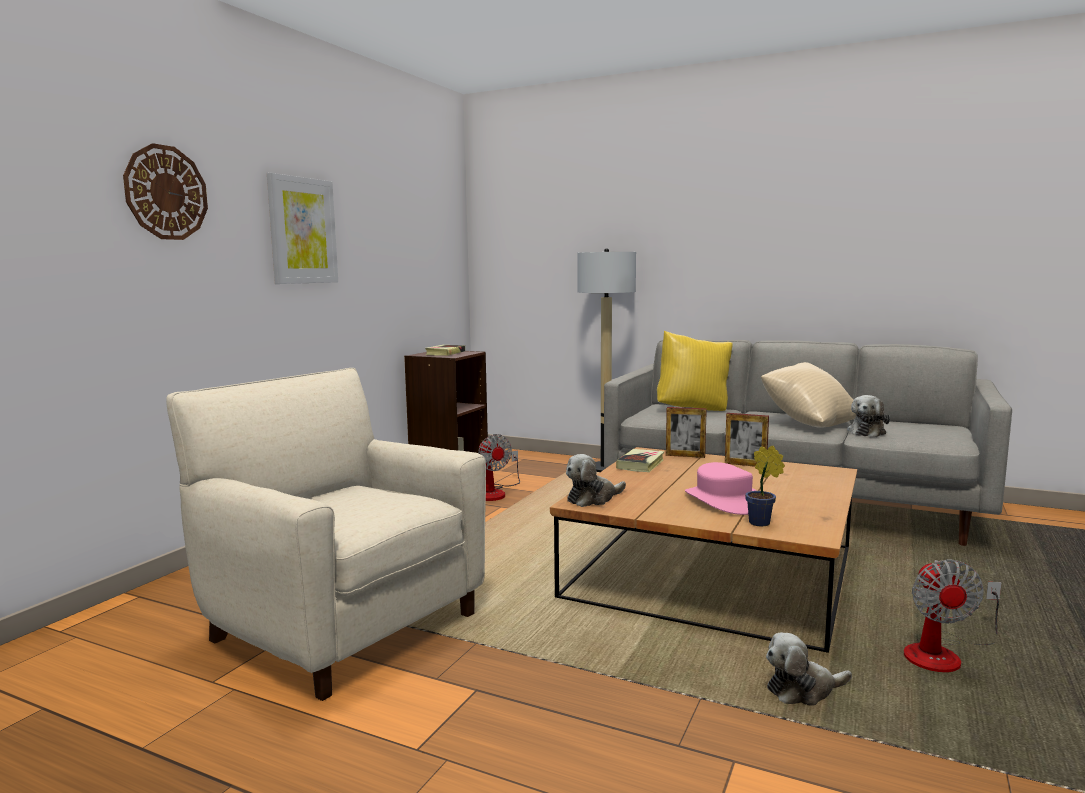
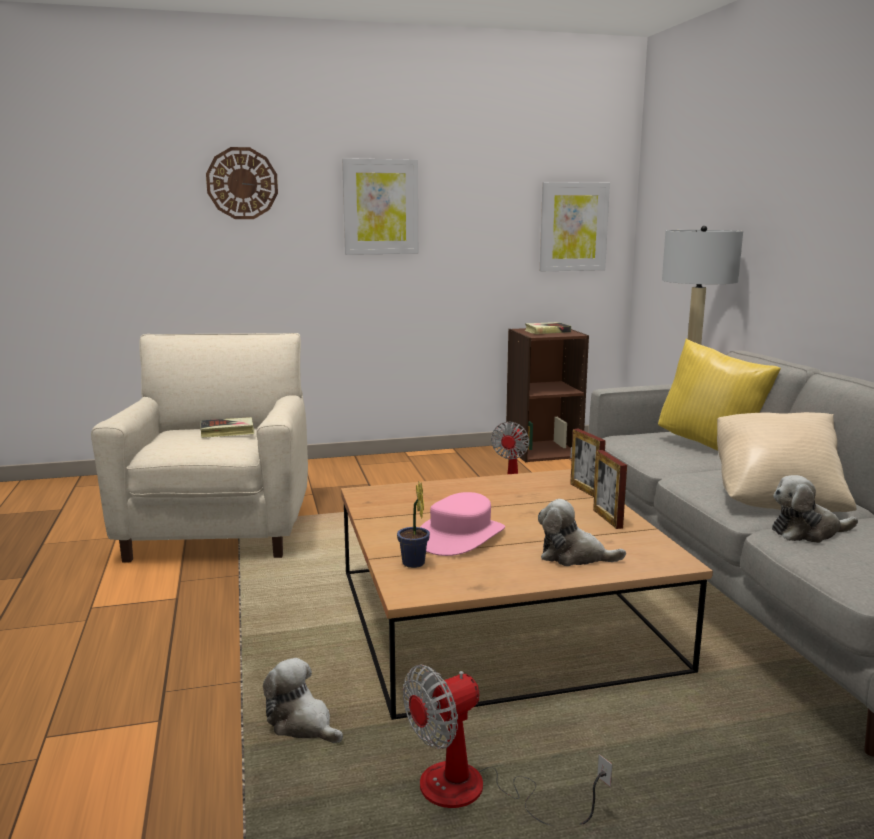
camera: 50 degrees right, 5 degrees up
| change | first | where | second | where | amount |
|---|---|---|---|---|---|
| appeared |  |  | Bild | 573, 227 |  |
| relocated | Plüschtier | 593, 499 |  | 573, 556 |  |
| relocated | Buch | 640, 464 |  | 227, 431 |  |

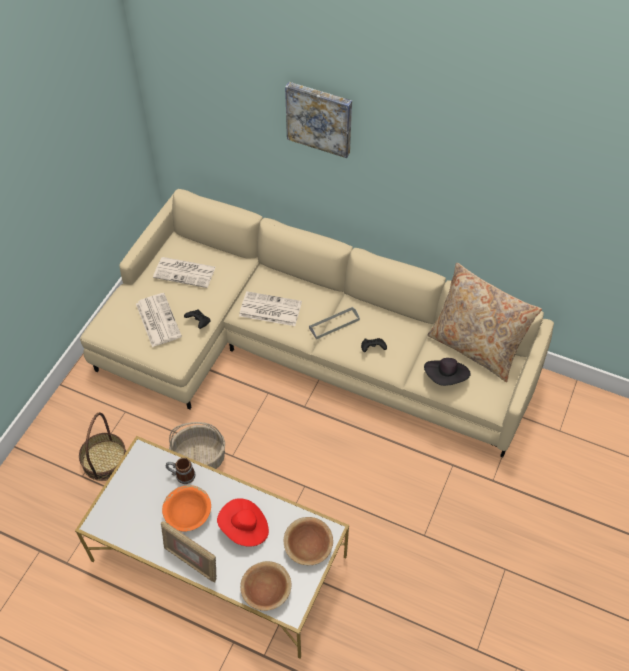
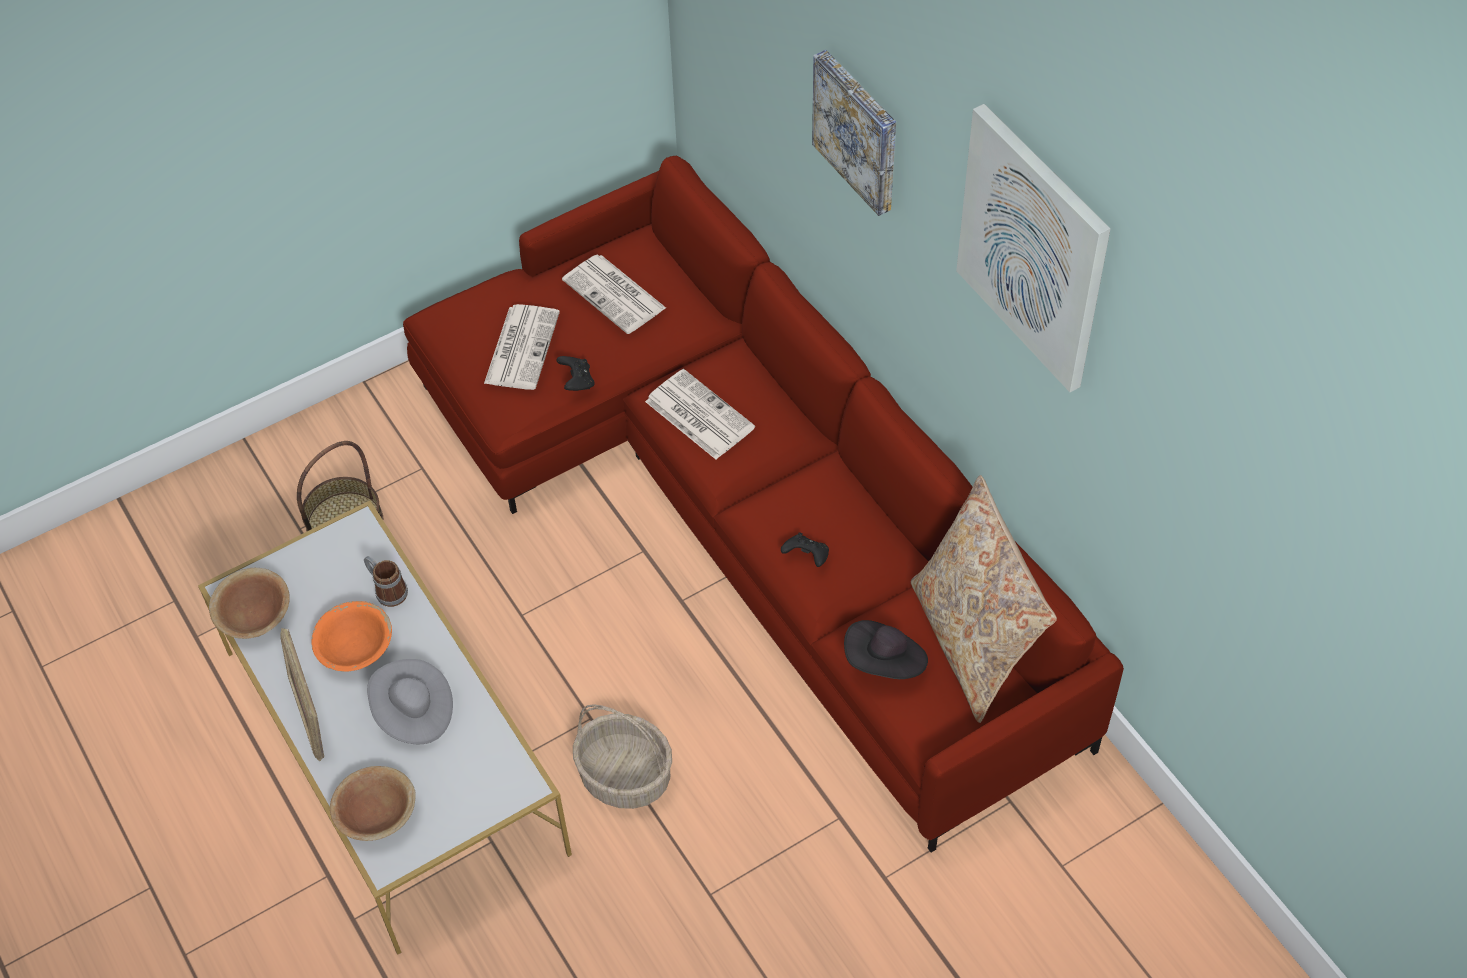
camera: 35 degrees right, 0 degrees up
| change | first | where | second | where | amount |
|---|---|---|---|---|---|
| missing | Tablett/grau | 334, 324 |  |  |  |
| appeared |  |  | Bild | 1033, 248 |  |
| relocated | Korb | 199, 459 |  | 624, 776 |  |
| relocated | Schüssel/braun | 308, 546 |  | 254, 615 |  |
| colour | Sofa/beige | 303, 349 | Sofa/rot | 748, 512 |  |
| colour | Hut/rot | 245, 529 | Hut/grau | 413, 713 |  |

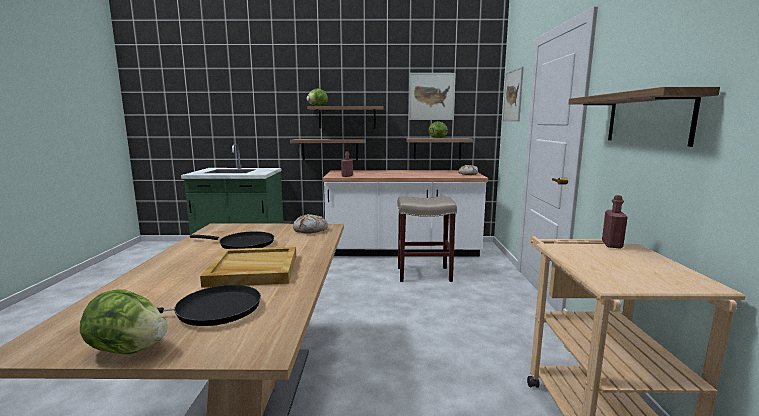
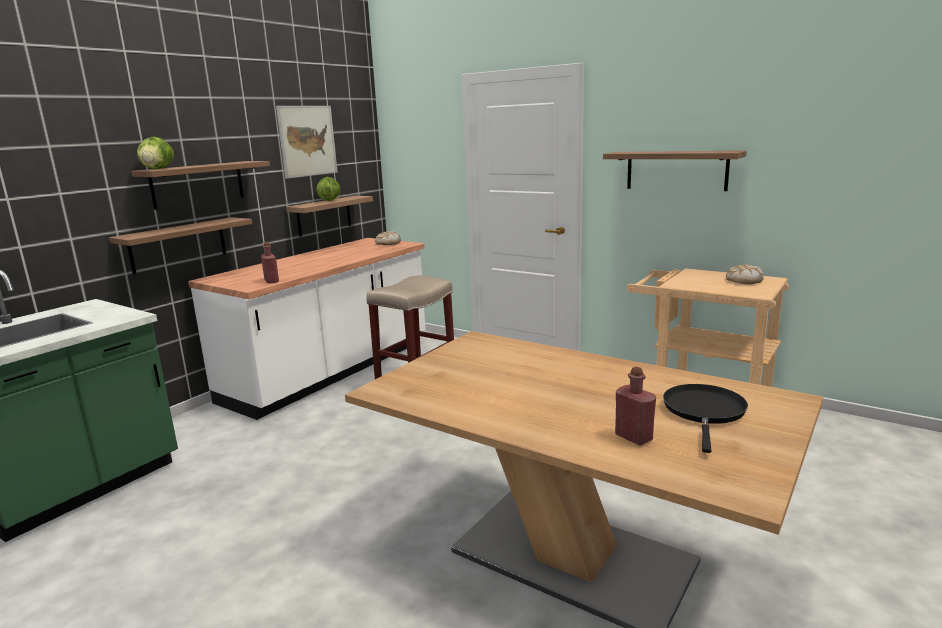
camera: 55 degrees left, 5 degrees up
| change | first | where | second | where | amount |
|---|---|---|---|---|---|
| missing | Salatkopf | 128, 349 |  |  |  |
| missing | Pfanne/schwarz | 243, 244 |  |  |  |
| missing | Tablett/beige | 252, 270 |  |  |  |
| missing | Bild | 513, 96 |  |  |  |
| relocated | Brot | 310, 230 |  | 744, 281 |  |
| relocated | Flasche/rot | 612, 245 |  | 633, 437 |  |

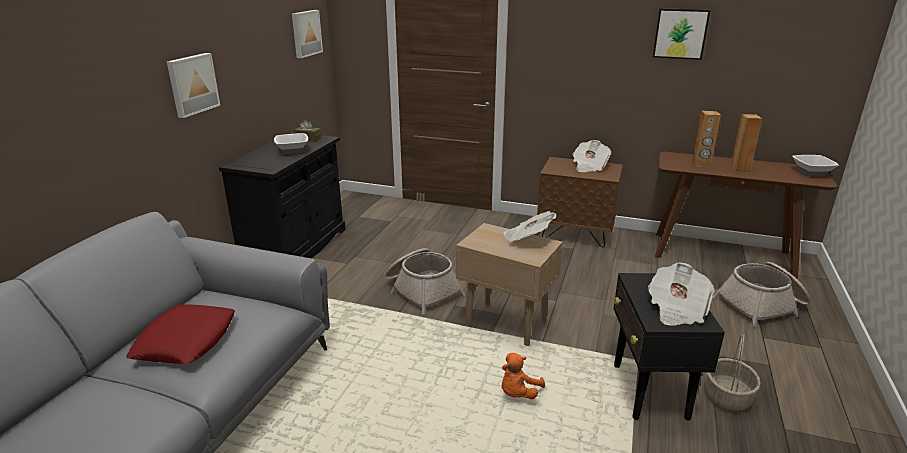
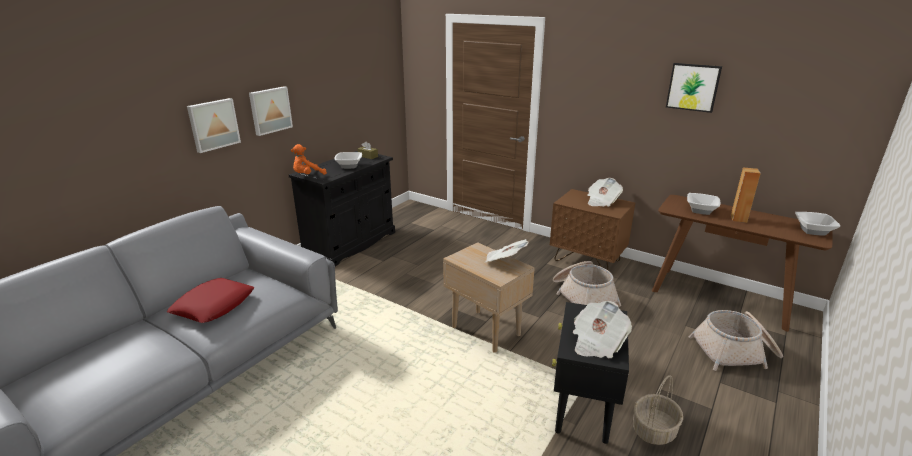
camera: 15 degrees right, 0 degrees up
| change | first | where | second | where | amount |
|---|---|---|---|---|---|
| relocated | Bild | 305, 33 |  | 213, 124 |  |
| relocated | Korb | 422, 290 |  | 582, 296 |  |
| relocated | Plüschtier/orange | 518, 393 |  | 308, 175 |  |
| exchanged | Lautsprecher/braun | 700, 164 | Schüssel | 701, 210 |  |

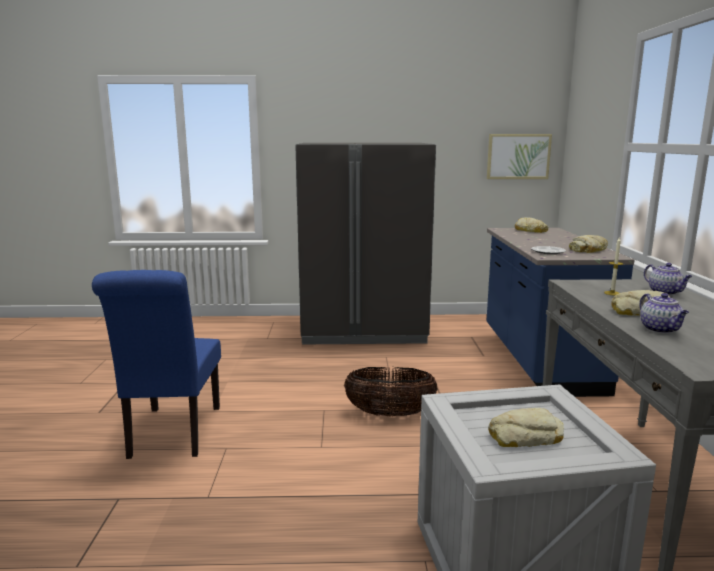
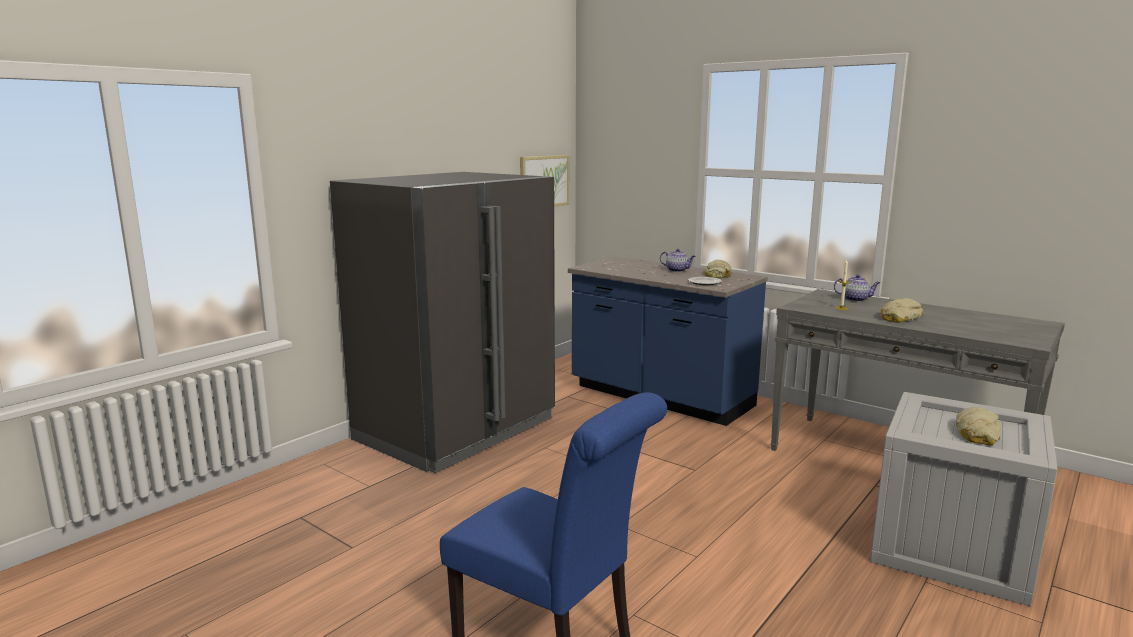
camera: 50 degrees left, 0 degrees up
| change | first | where | second | where | amount |
|---|---|---|---|---|---|
| missing | Korb | 390, 414 |  |  |  |
| missing | Brot | 530, 230 |  |  |  |
| relocated | Teekanne | 661, 329 |  | 677, 270 |  |

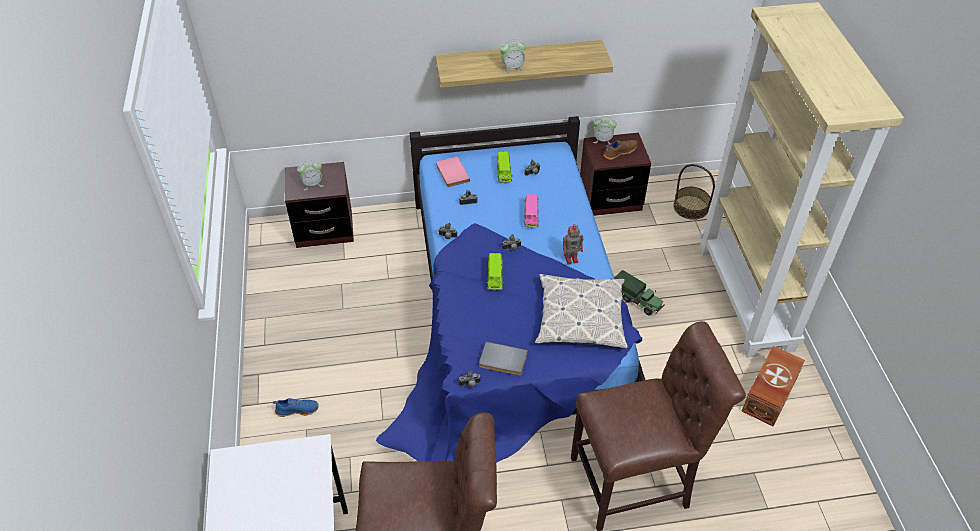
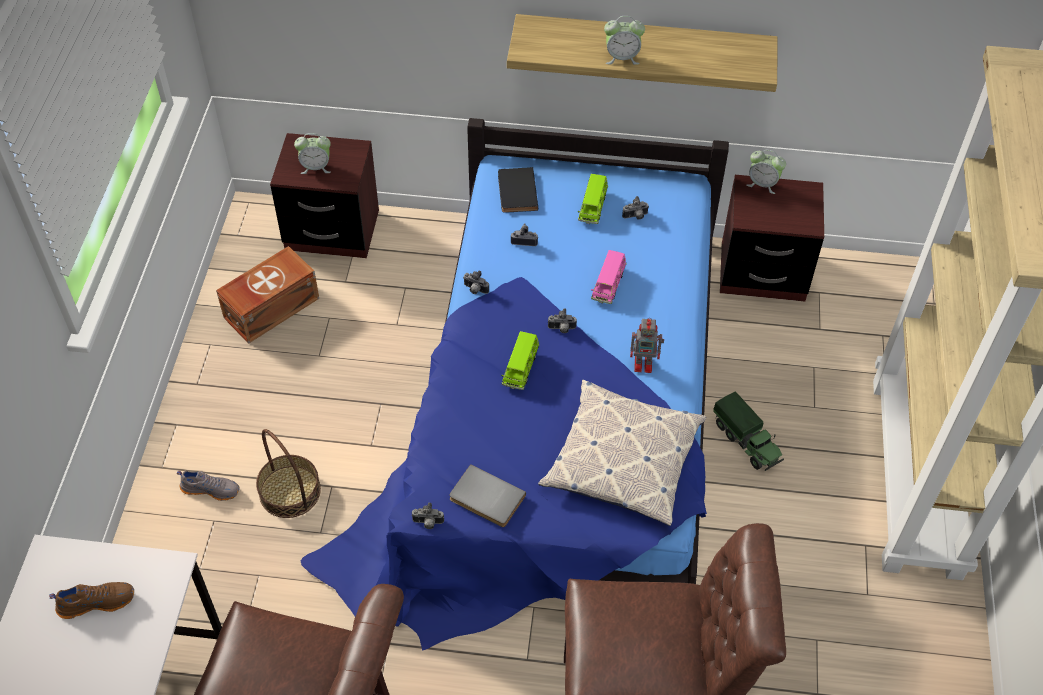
camera: 15 degrees right, 5 degrees up
| change | first | where | second | where | amount |
|---|---|---|---|---|---|
| relocated | Schuh/braun | 619, 152 |  | 97, 601 |  |
| relocated | Korb | 691, 207 |  | 290, 491 |  |
| relocated | Aufbewahrungsbox/braun | 768, 395 |  | 269, 308 |  |
| colour | Schuh/blau | 297, 409 | Schuh/grau | 211, 489 |  |
| colour | Buch/rosa | 451, 173 | Buch/schwarz | 515, 192 |  |

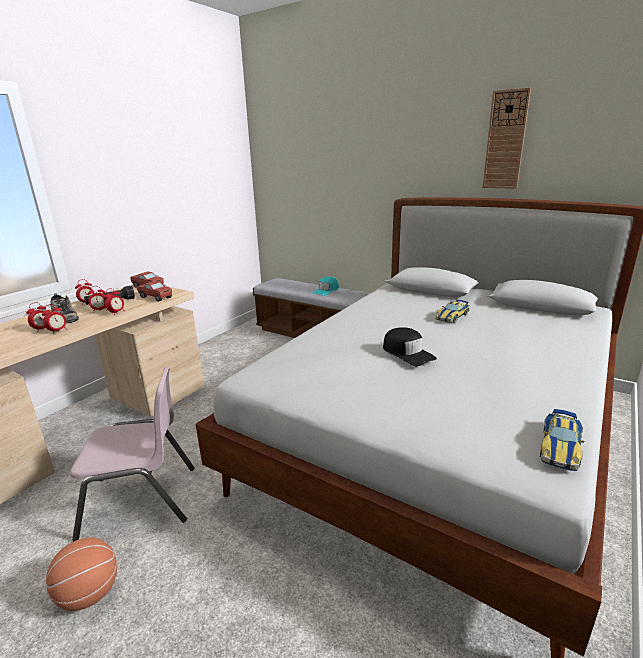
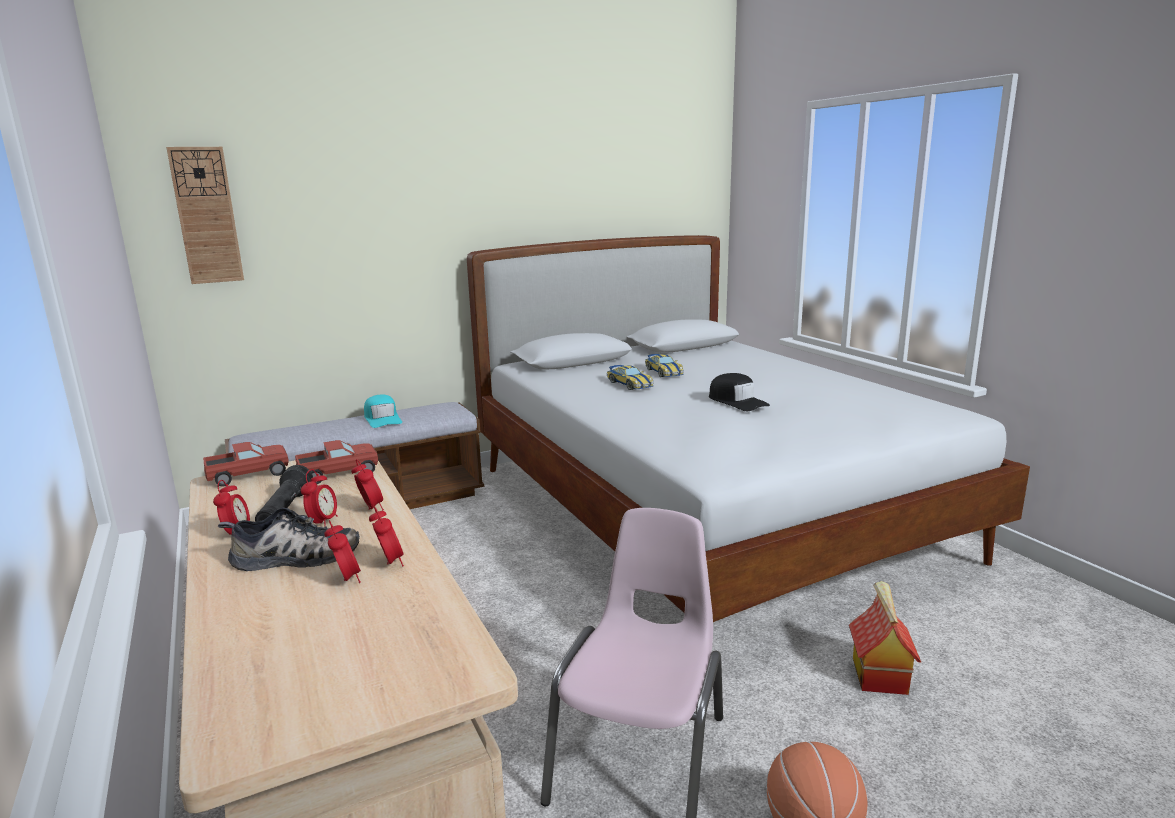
camera: 60 degrees left, 5 degrees down
| change | first | where | second | where | amount |
|---|---|---|---|---|---|
| appeared |  |  | Spielzeughaus | 878, 675 |  |
| relocated | Wanduhr | 505, 140 |  | 206, 216 |  |
| relocated | Spielzeugauto | 560, 446 |  | 629, 384 |  |
| spun | Kappe/schwarz | 407, 353 |  | 737, 401 | 60 degrees clockwise |

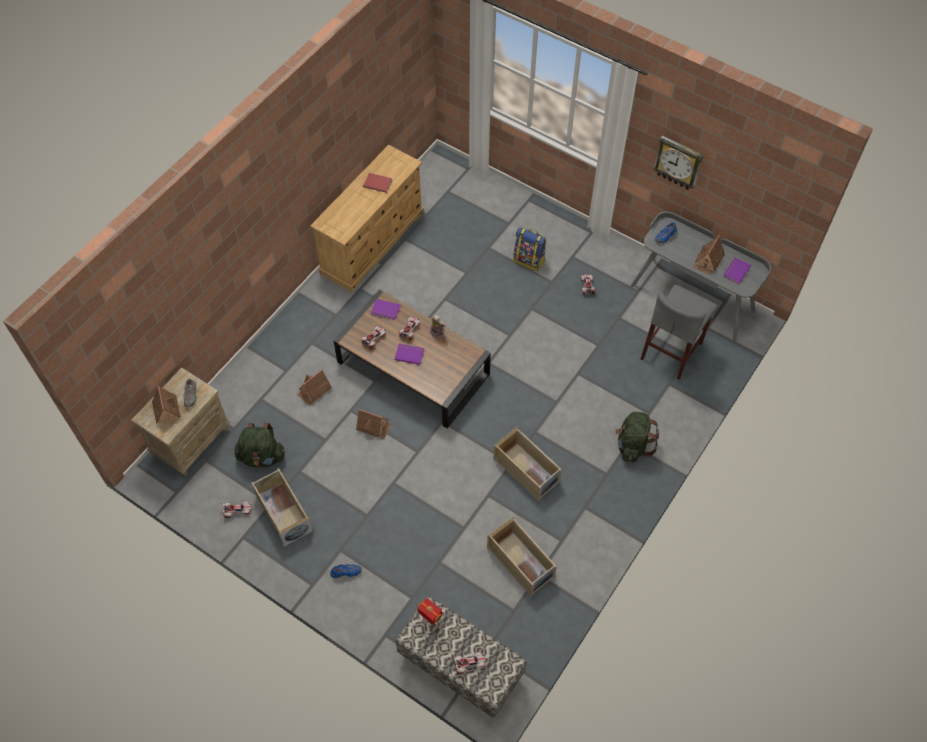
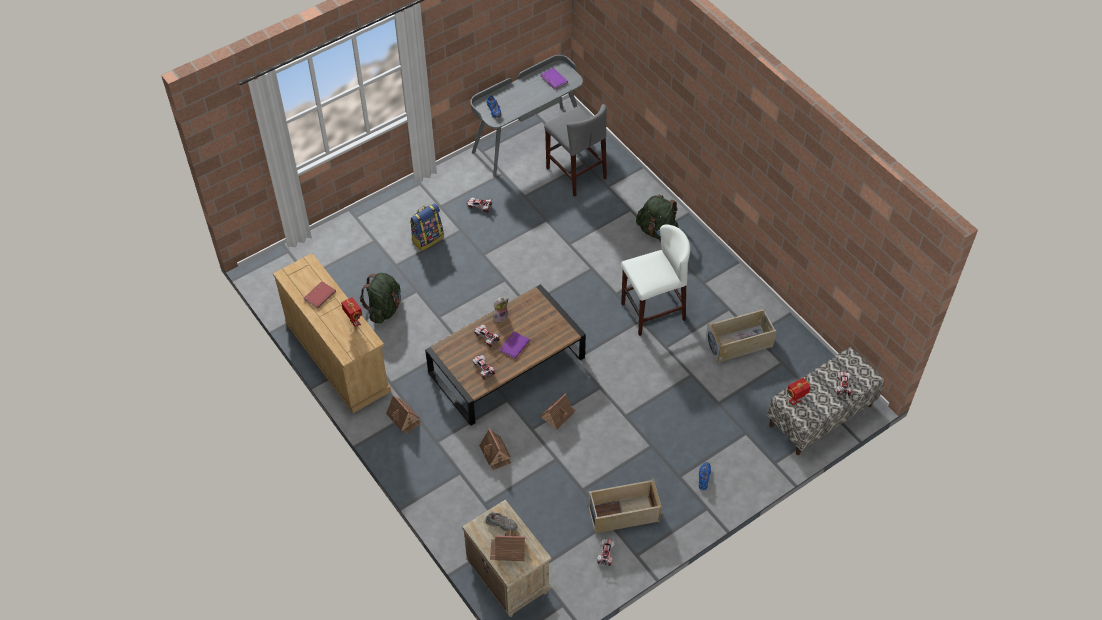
camera: 70 degrees left, 5 degrees down
| change | first | where | second | where | amount |
|---|---|---|---|---|---|
| missing | Buch/lila | 385, 311 |  |  |  |
| missing | Wanduhr | 678, 163 |  |  |  |
| appeared |  |  | Spielzeugroboter | 354, 322 |  |
| relocated | Rucksack/grün | 262, 457 |  | 384, 308 |  |
| relocated | Spielzeughaus | 708, 261 |  | 404, 418 |  |
| exchanged | Aufbewahrungsbox/beige | 527, 471 | Hocker/weiß | 652, 311 |  |

